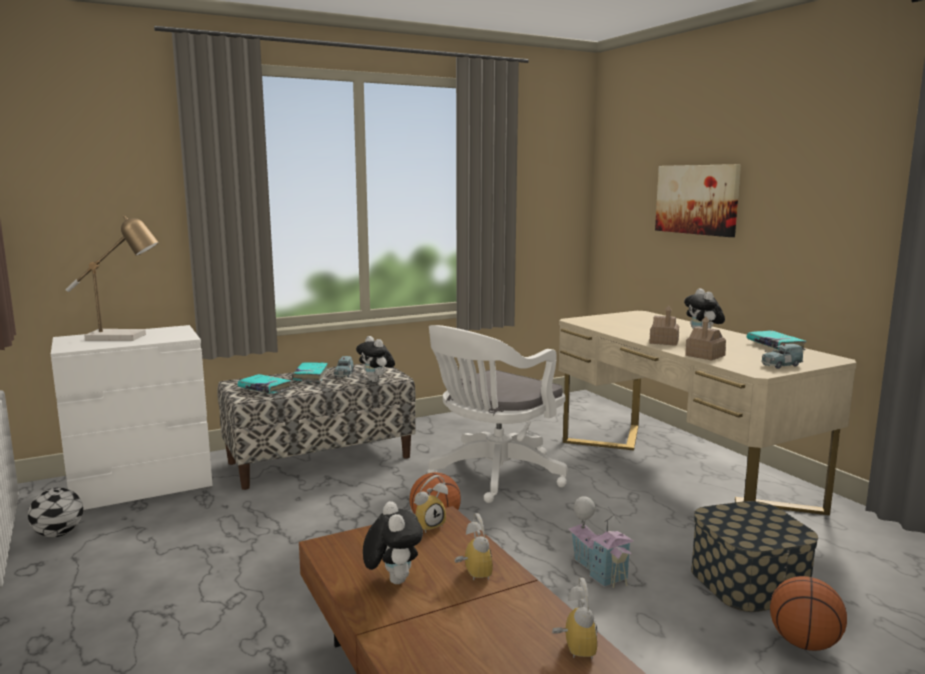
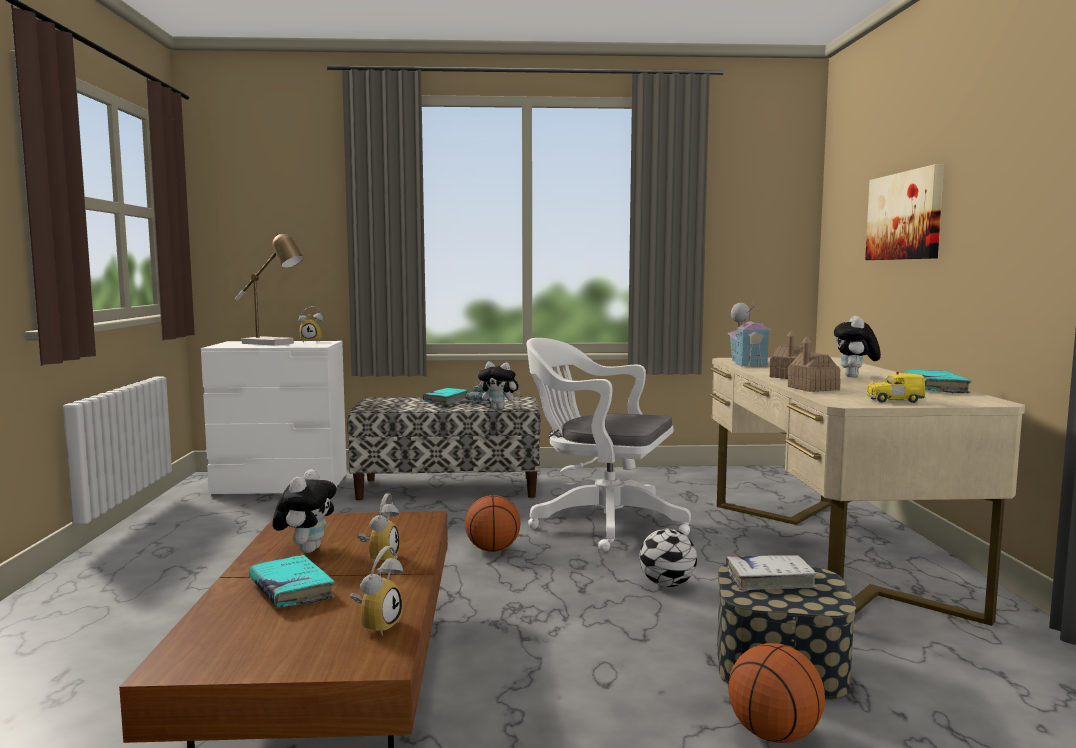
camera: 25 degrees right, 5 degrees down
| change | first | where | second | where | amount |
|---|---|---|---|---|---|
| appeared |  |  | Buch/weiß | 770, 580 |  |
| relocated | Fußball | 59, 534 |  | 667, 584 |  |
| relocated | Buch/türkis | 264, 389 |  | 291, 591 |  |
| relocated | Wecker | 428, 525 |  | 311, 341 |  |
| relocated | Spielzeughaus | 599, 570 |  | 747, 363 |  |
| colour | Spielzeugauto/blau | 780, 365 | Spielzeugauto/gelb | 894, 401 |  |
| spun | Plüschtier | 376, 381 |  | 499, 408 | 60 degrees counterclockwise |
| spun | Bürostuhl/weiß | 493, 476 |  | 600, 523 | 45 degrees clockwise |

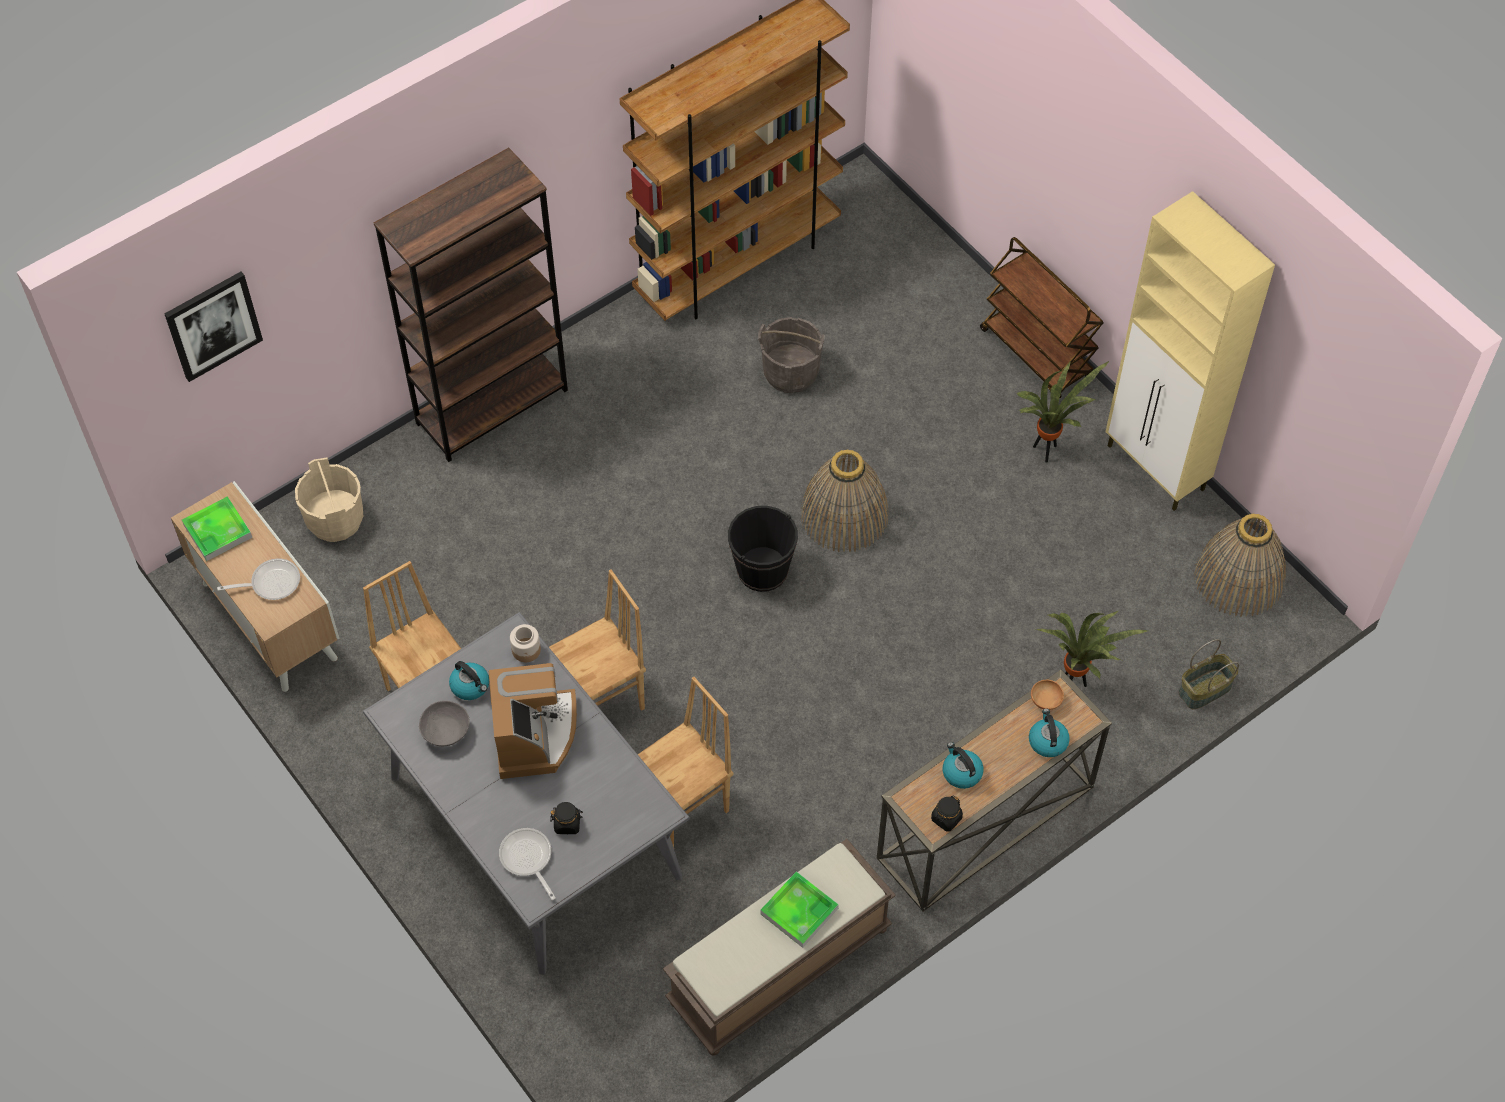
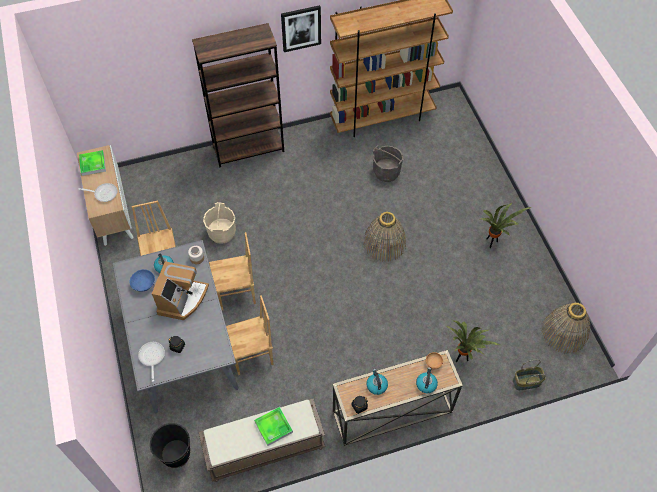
camera: 20 degrees right, 0 degrees up
| change | first | where | second | where | amount |
|---|---|---|---|---|---|
| missing | Rollwagen/braun | 1037, 354 |  |  |  |
| missing | Schrank/beige | 1156, 469 |  |  |  |
| relocated | Bild | 213, 325 |  | 301, 28 |  |
| relocated | Eimer/beige | 335, 519 |  | 222, 232 |  |
| relocated | Eimer/schwarz | 762, 570 |  | 176, 454 |  |
| colour | Schüssel/grau | 446, 731 | Schüssel/blau | 144, 284 |  |

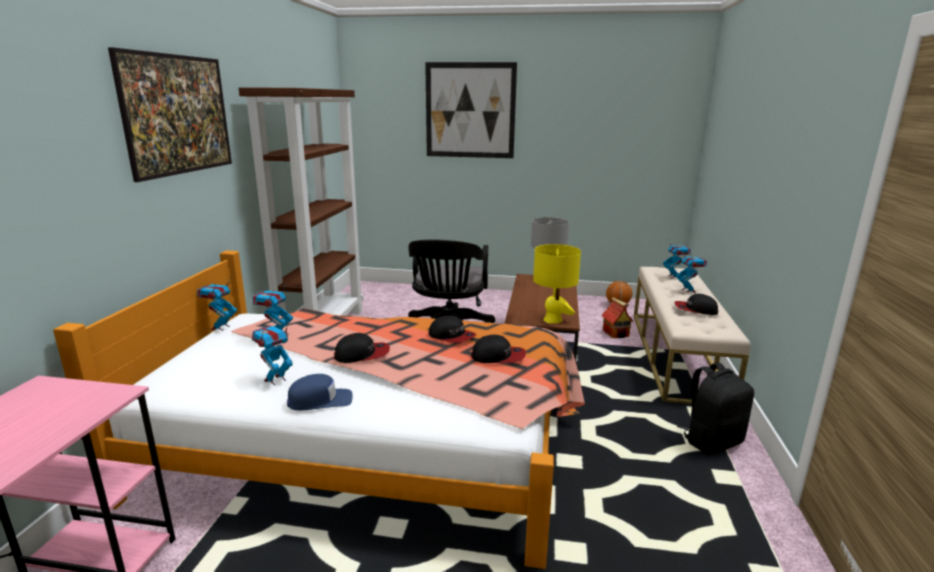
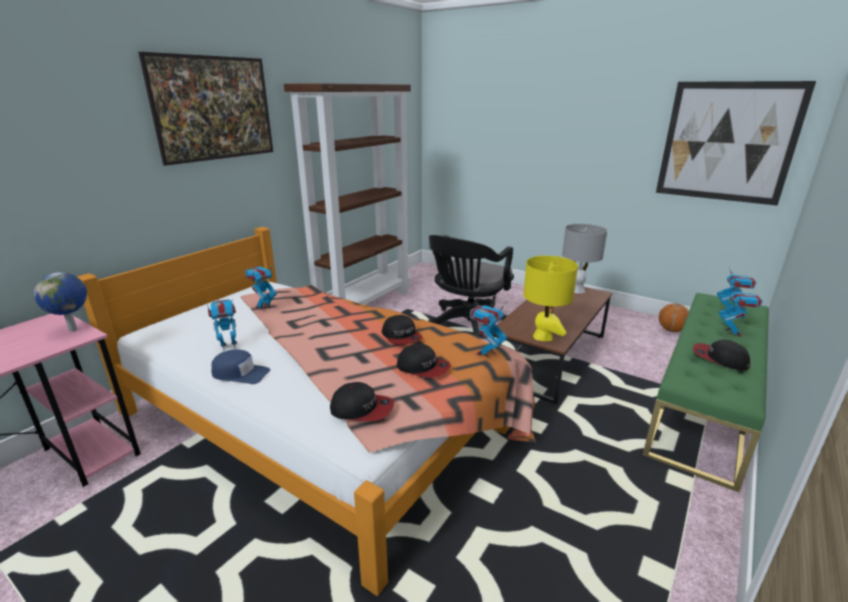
camera: 25 degrees right, 5 degrees up
| change | first | where | second | where | amount |
|---|---|---|---|---|---|
| missing | Spielzeughaus | 616, 333 |  |  |  |
| missing | Rucksack/schwarz | 711, 441 |  |  |  |
| appeared |  |  | Globus | 74, 329 |  |
| relocated | Spielzeugroboter | 220, 327 |  | 486, 353 |  |
| relocated | Kappe | 362, 354 |  | 362, 409 |  |
| relocated | Bild | 470, 111 |  | 727, 142 |  |
| colour | Bank/beige | 677, 354 | Bank/grün | 704, 403 |  |

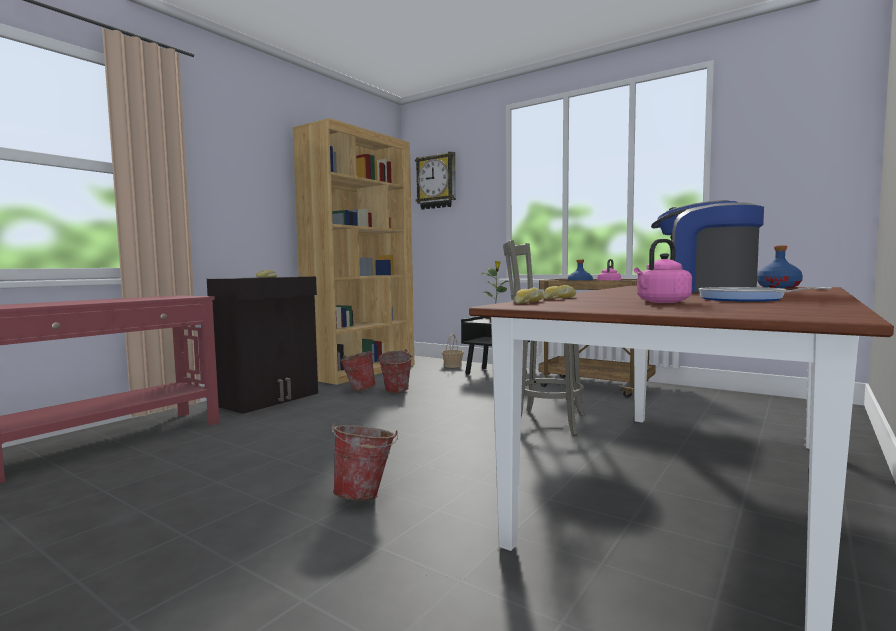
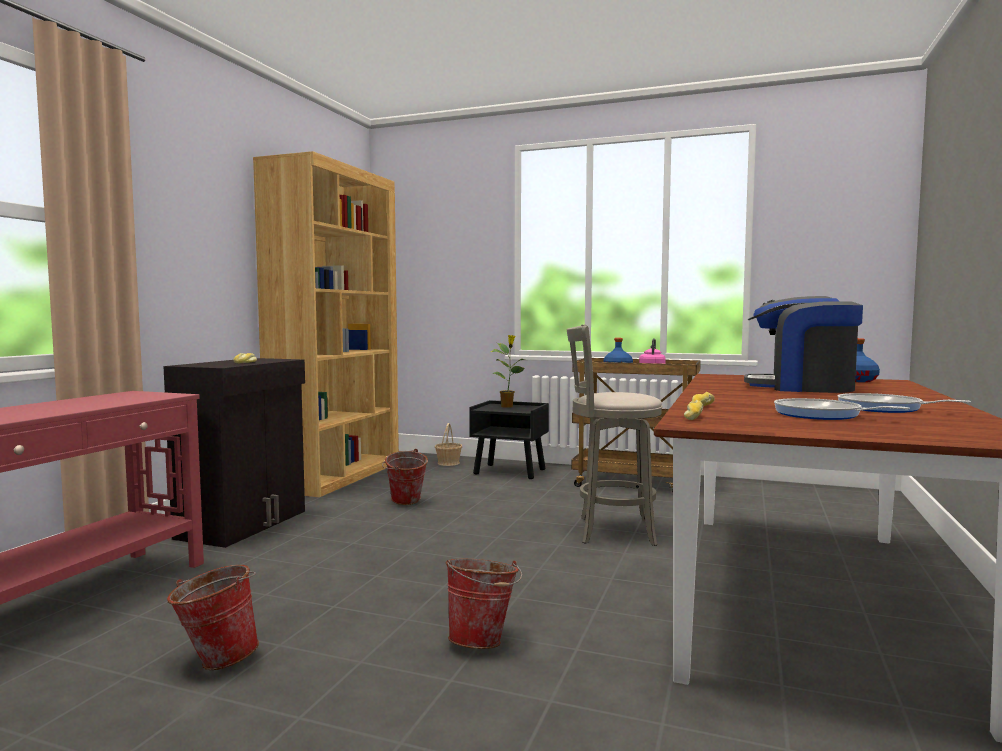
camera: 15 degrees left, 0 degrees up
| change | first | where | second | where | amount |
|---|---|---|---|---|---|
| missing | Wanduhr | 436, 182 |  |  |  |
| relocated | Eimer | 358, 389 |  | 216, 659 |  |
| exchanged | Wasserkessel/rosa | 661, 302 | Pfanne | 822, 415 |  |

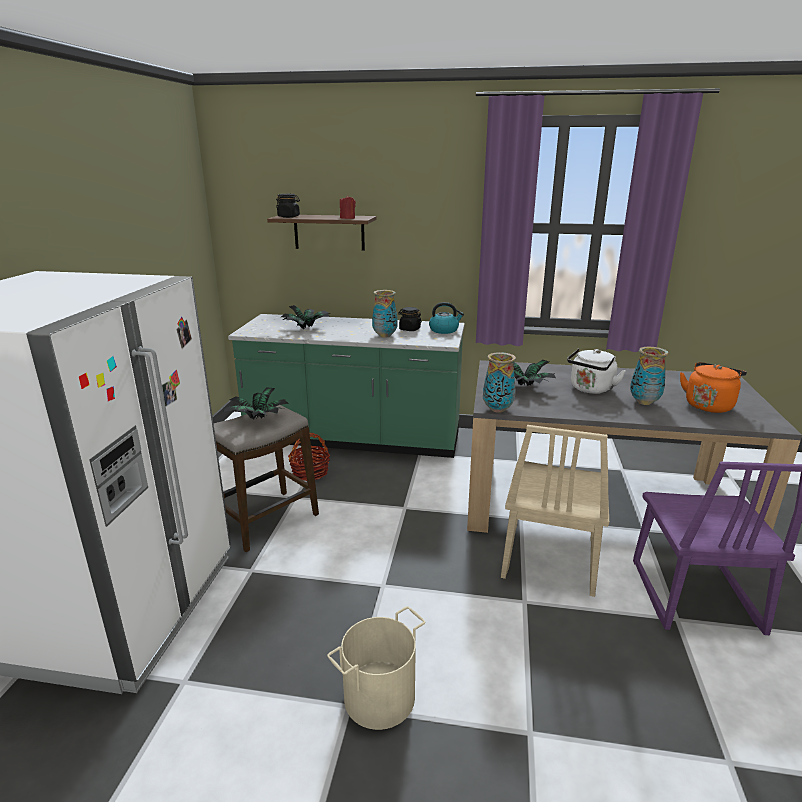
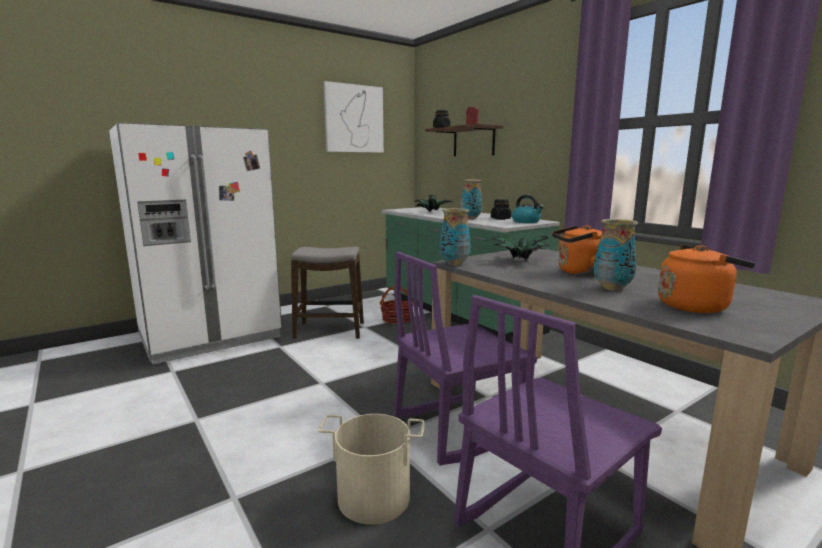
camera: 45 degrees right, 10 degrees down
| change | first | where | second | where | amount |
|---|---|---|---|---|---|
| missing | Topfpflanze | 257, 420 |  |  |  |
| appeared |  |  | Bild | 354, 119 |  |
| relocated | Eimer/beige | 378, 696 |  | 374, 496 |  |
| colour | Stuhl/beige | 548, 559 | Stuhl/lila | 457, 427 |  |
| colour | Wasserkessel/weiß | 590, 389 | Wasserkessel/orange | 579, 273 |  |

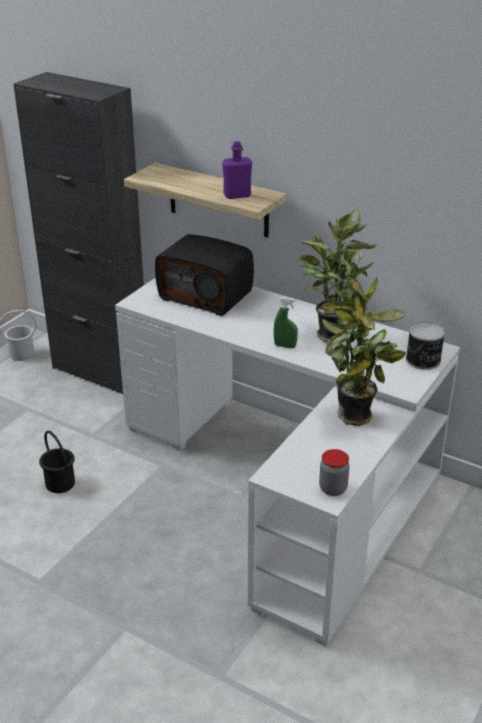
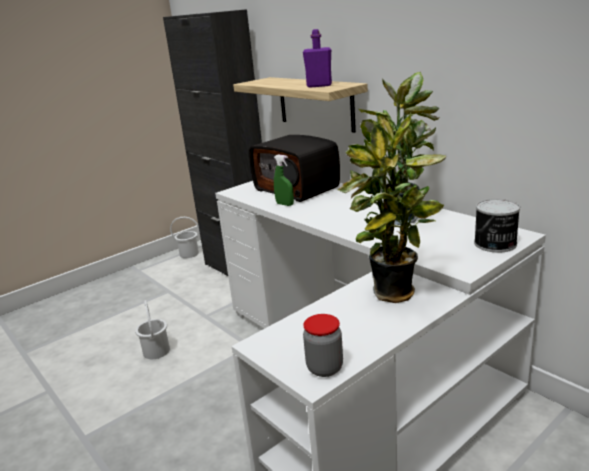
camera: 20 degrees right, 10 degrees down
| change | first | where | second | where | amount |
|---|---|---|---|---|---|
| relocated | Sprühflasche/grün | 285, 346 |  | 285, 204 |  |
| colour | Eimer/schwarz | 60, 483 | Eimer/weiß | 157, 351 |  |

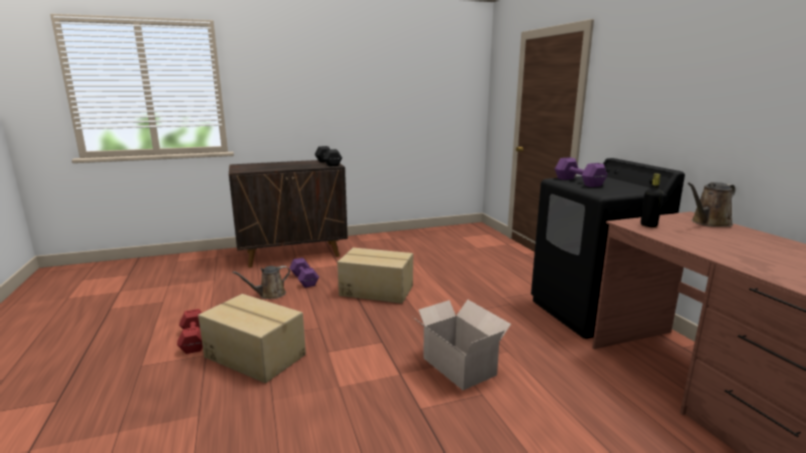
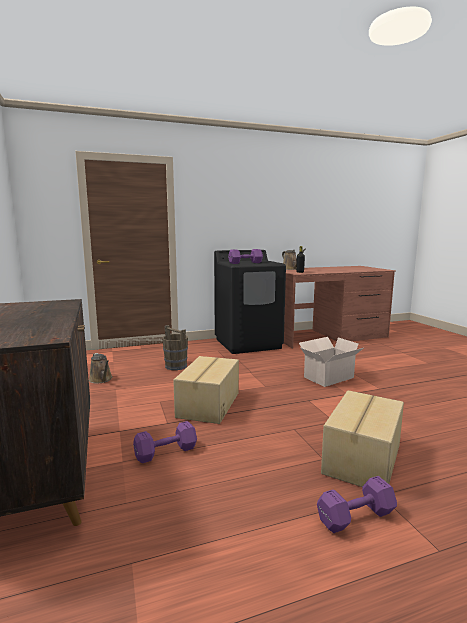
camera: 90 degrees left, 5 degrees down
| change | first | where | second | where | amount |
|---|---|---|---|---|---|
| missing | Hantel/schwarz | 328, 163 |  |  |  |
| appeared |  |  | Eimer/braun | 176, 366 |  |
| relocated | Gießkanne/braun | 269, 294 |  | 101, 380 |  |
| colour | Hantel/rot | 193, 341 | Hantel/lila | 357, 517 |  |

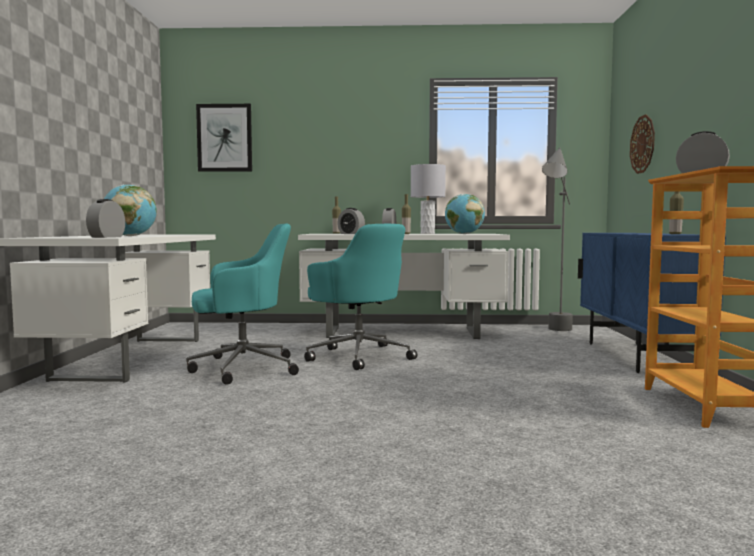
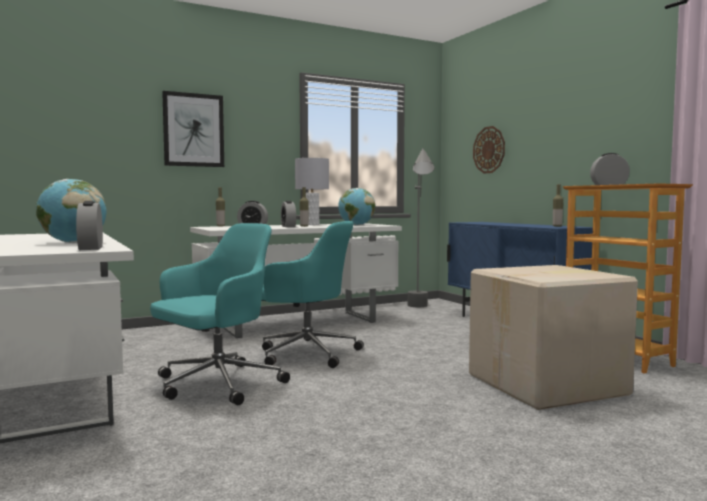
camera: 30 degrees left, 0 degrees up
| change | first | where | second | where | amount |
|---|---|---|---|---|---|
| appeared |  |  | Karton | 549, 385 |  |
| relocated | Bild | 224, 138 |  | 193, 130 |  |

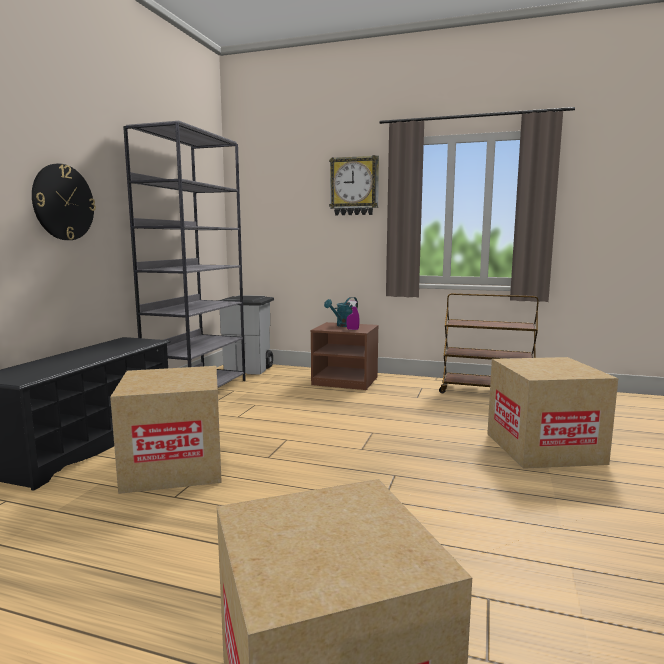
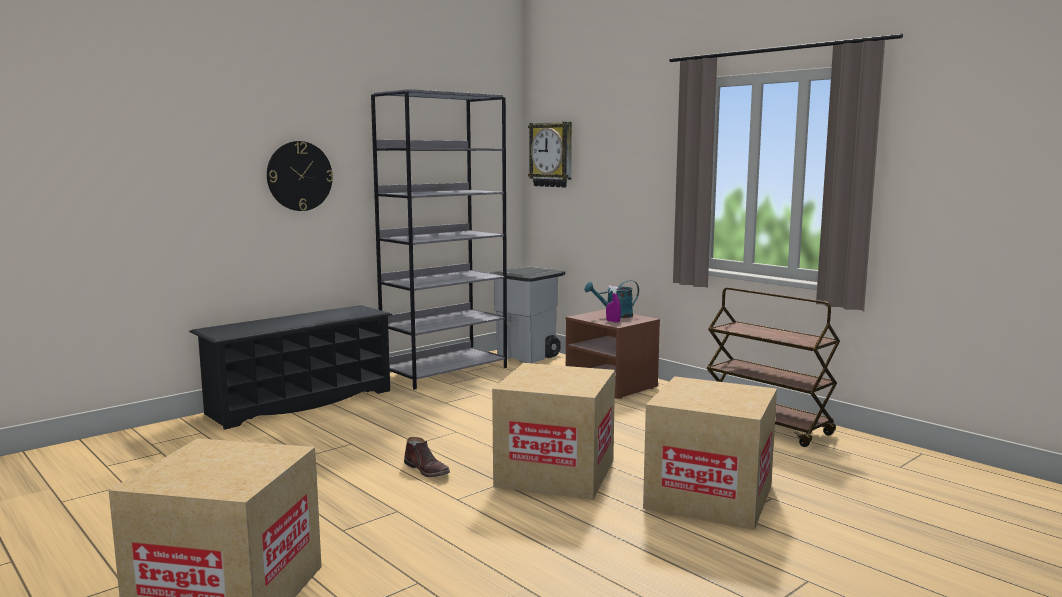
camera: 30 degrees right, 0 degrees up
| change | first | where | second | where | amount |
|---|---|---|---|---|---|
| appeared |  |  | Stiefel/braun | 427, 470 |  |
| relocated | Karton | 174, 466 |  | 555, 473 |  |
| relocated | Wanduhr | 354, 186 |  | 552, 154 |  |

